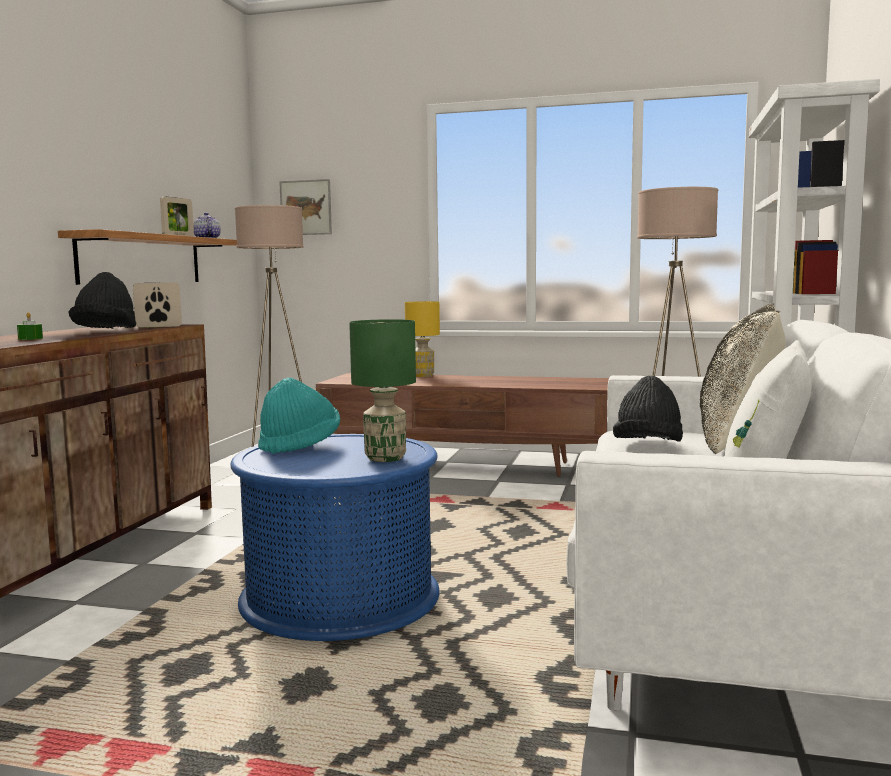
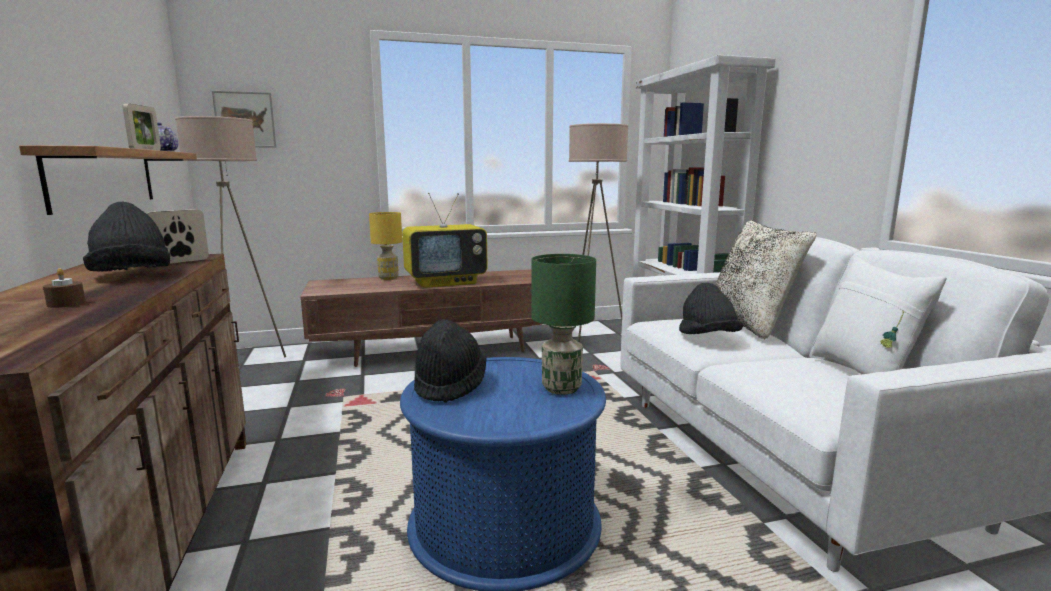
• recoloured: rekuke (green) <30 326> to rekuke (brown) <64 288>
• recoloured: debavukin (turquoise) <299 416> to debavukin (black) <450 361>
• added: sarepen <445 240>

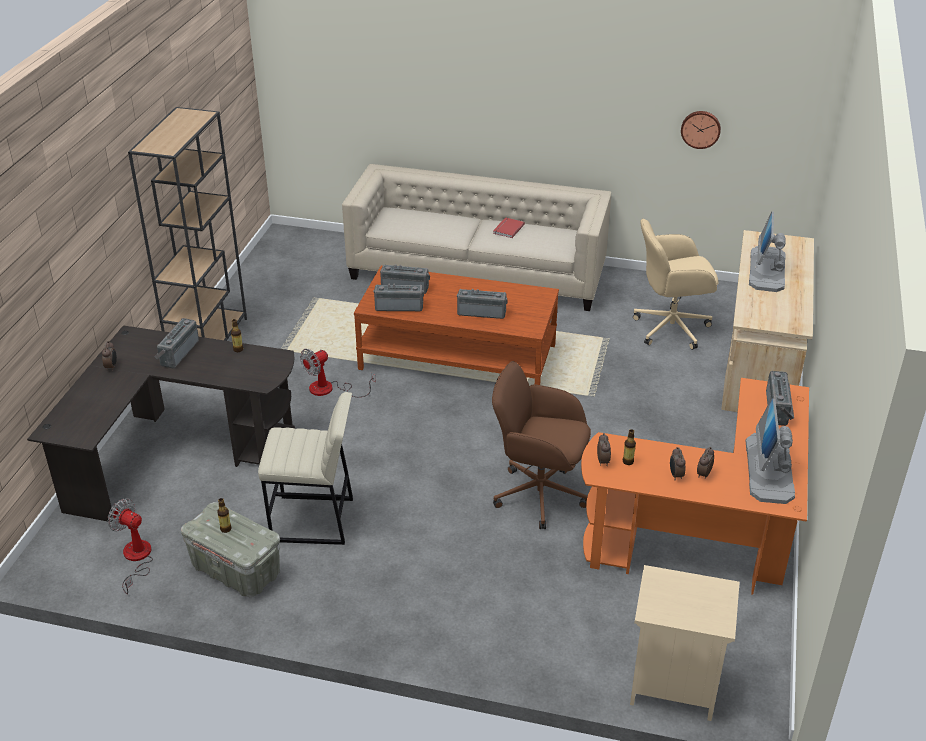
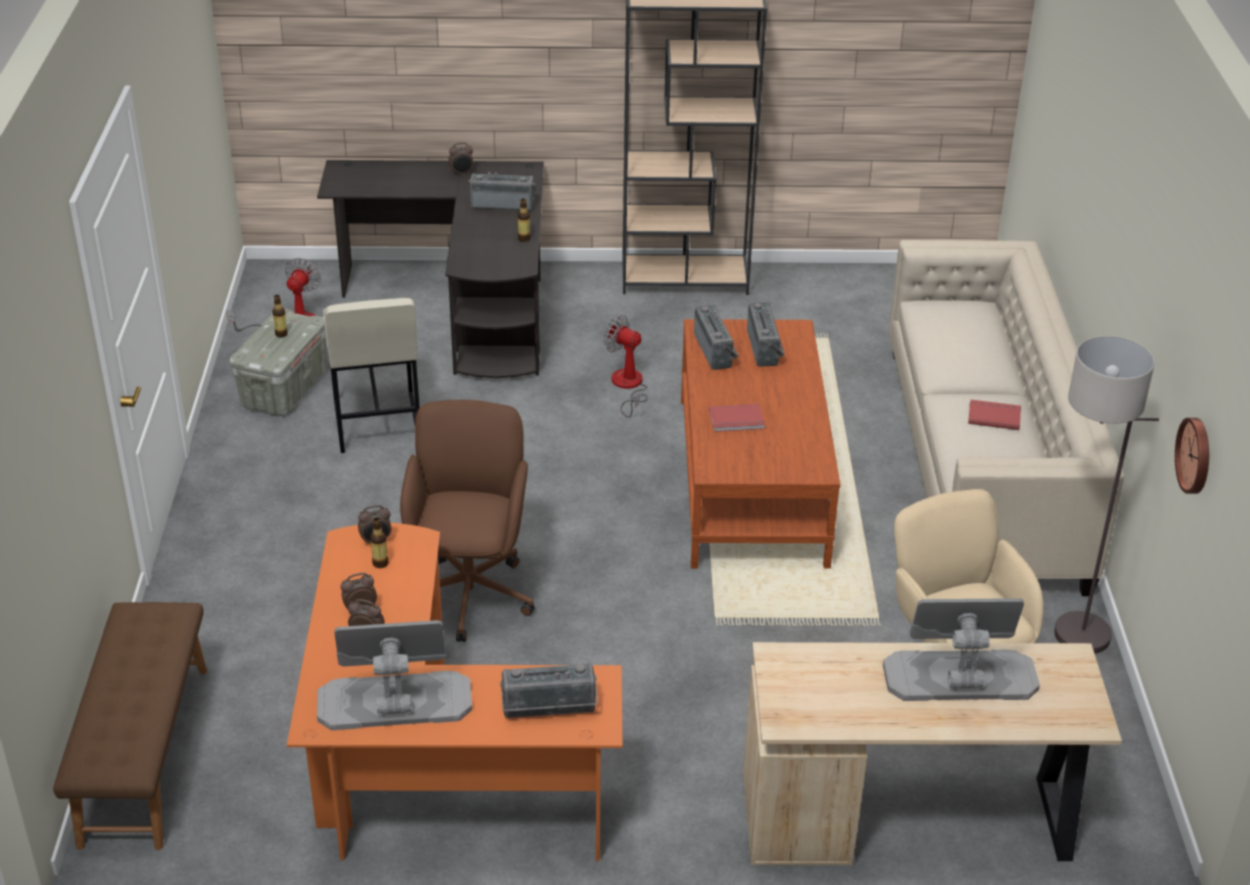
• replaced: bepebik <482 304> to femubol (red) <737 418>
• replaced: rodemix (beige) <685 643> to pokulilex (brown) <130 726>
• added: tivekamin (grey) <1106 495>

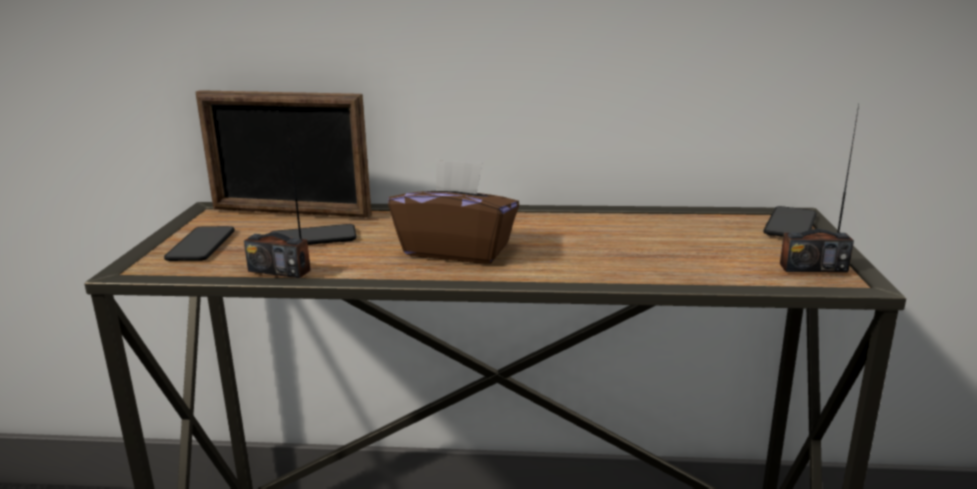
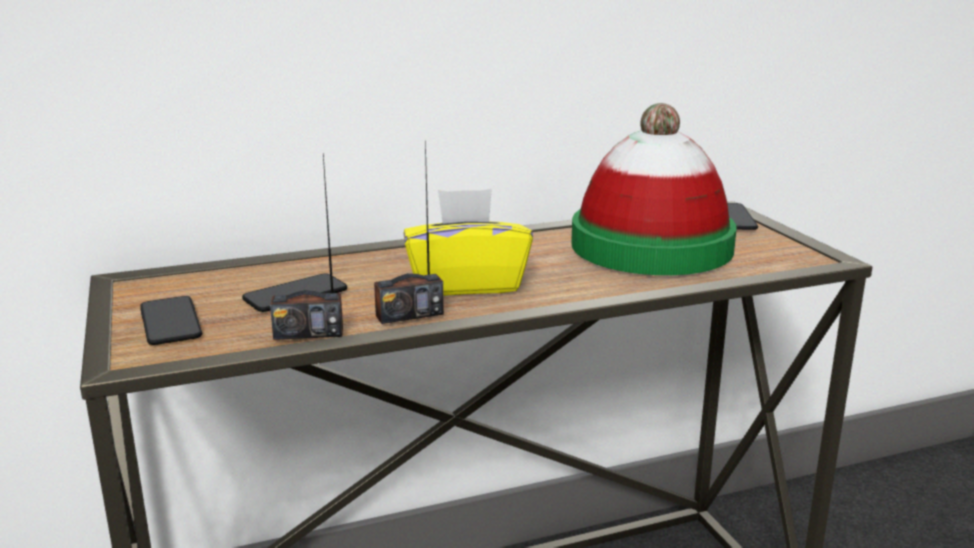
• removed: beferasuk <283 154>
• moved: bepebik <819 188> to <409 232>
• recoloured: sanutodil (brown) <453 211> to sanutodil (yellow) <468 242>
• added: debavukin <654 189>

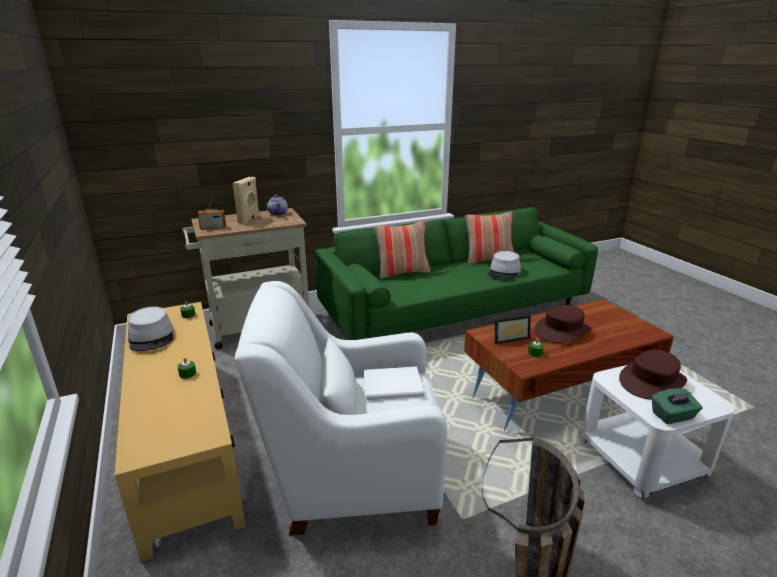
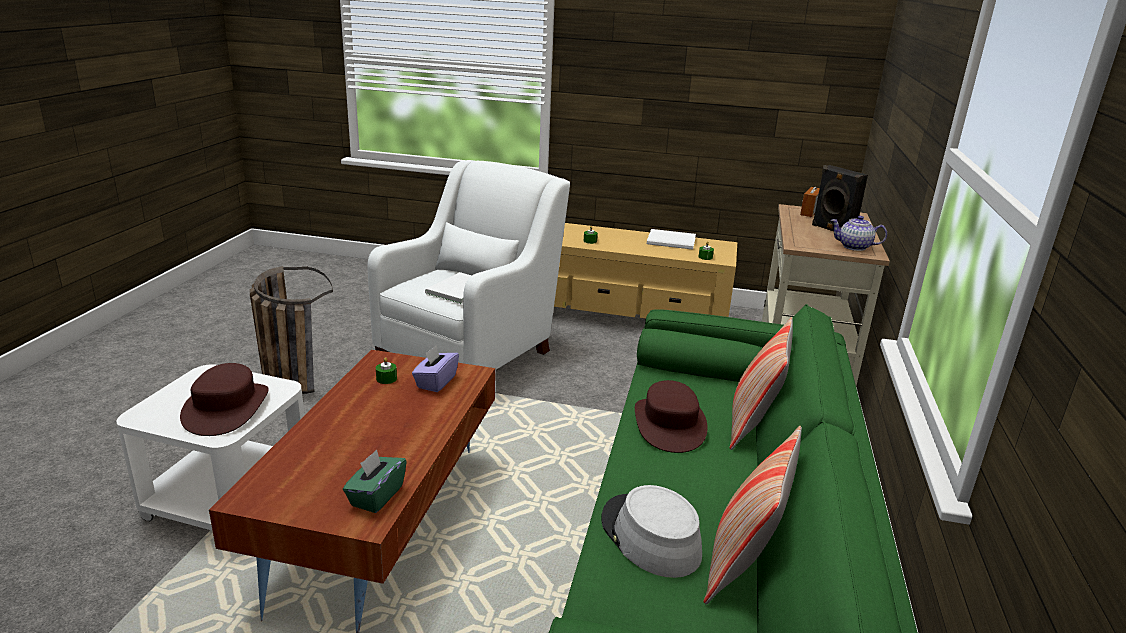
• recoloured: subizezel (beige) <246 200> to subizezel (black) <840 198>
• moved: debavukin (brown) <563 324> to <671 416>
• replaced: debavukin (grey) <151 329> to femubol (white) <671 239>
• replaced: beferasuk <513 329> to sanutodil (purple) <435 368>
• moved: sanutodil (green) <677 406> to <375 481>

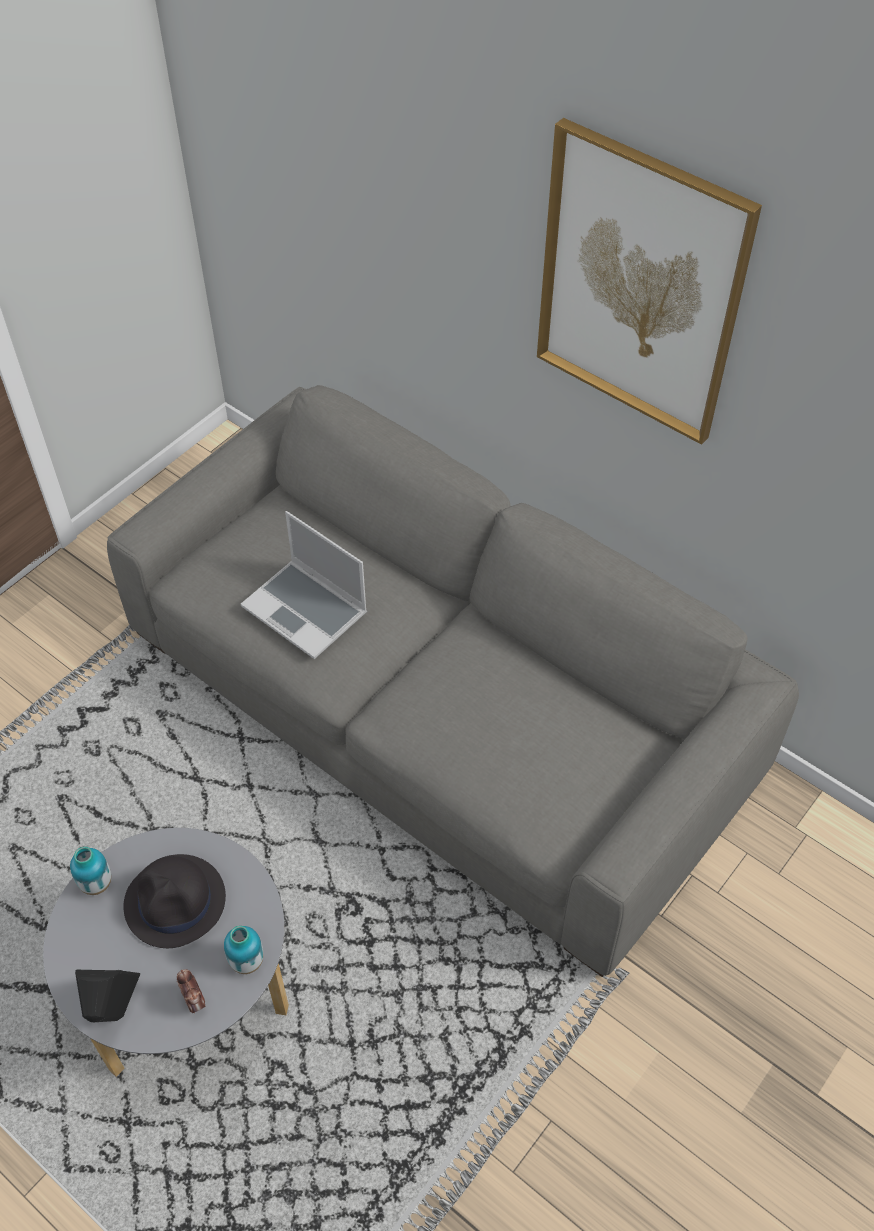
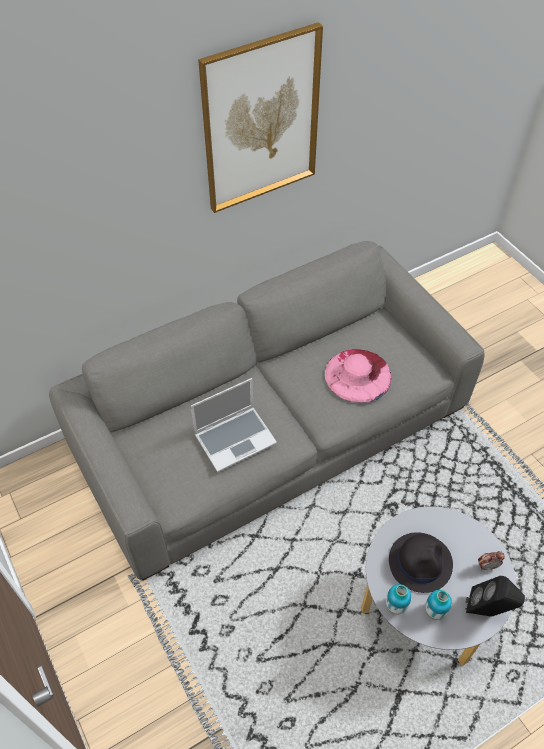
• moved: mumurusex <243 950> to <438 605>
• added: debavukin (pink) <358 376>

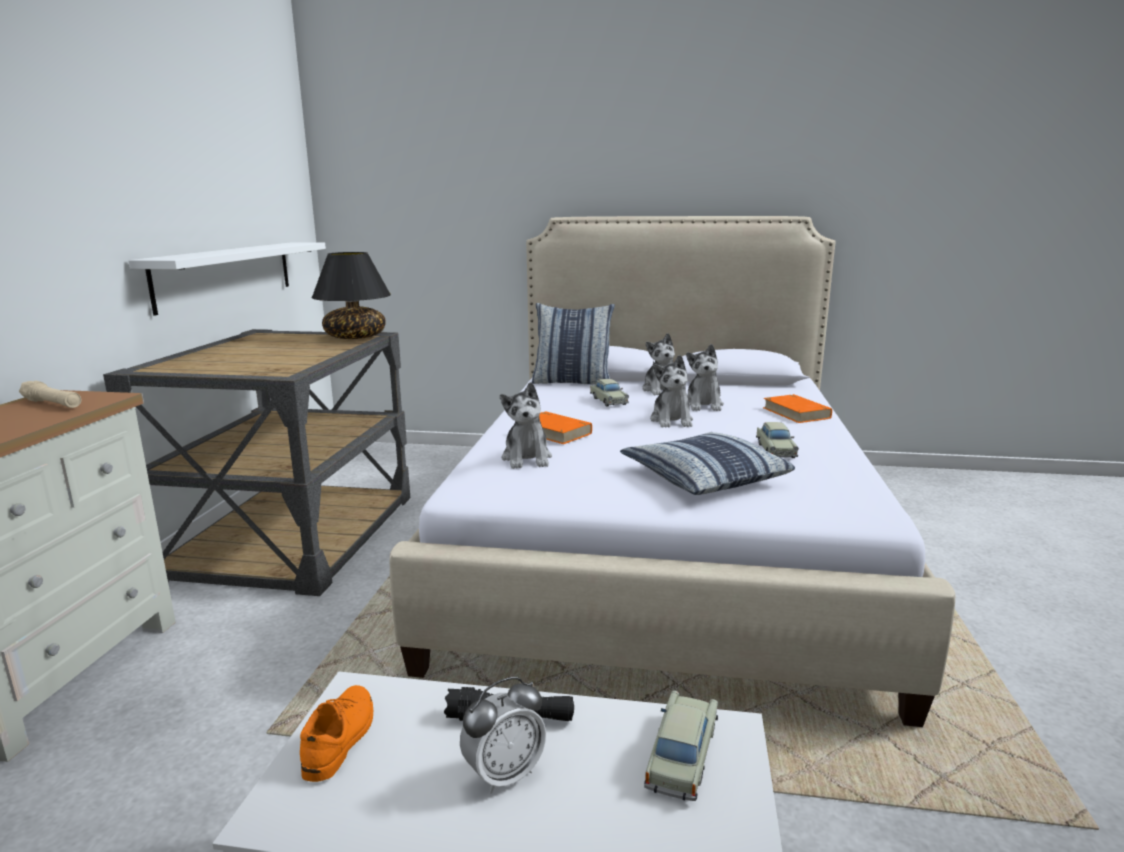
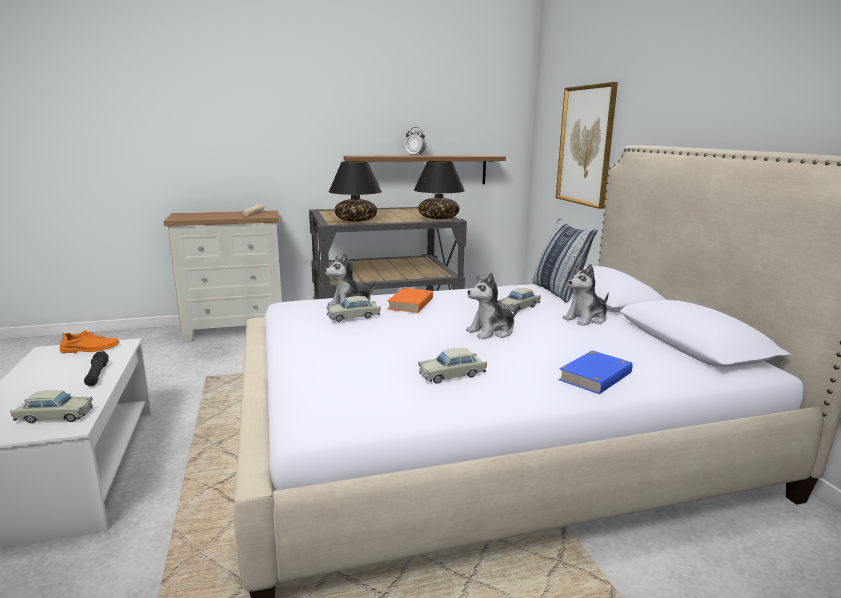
• recoloured: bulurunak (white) <227 279> to bulurunak (brown) <425 169>
• removed: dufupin <705 377>
• recoloured: femubol (orange) <797 408> to femubol (blue) <595 372>
• removed: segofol <707 463>
• moved: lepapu <503 735> to <415 141>
• added: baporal <587 145>
• added: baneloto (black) <355 191>
• added: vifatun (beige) <354 309>

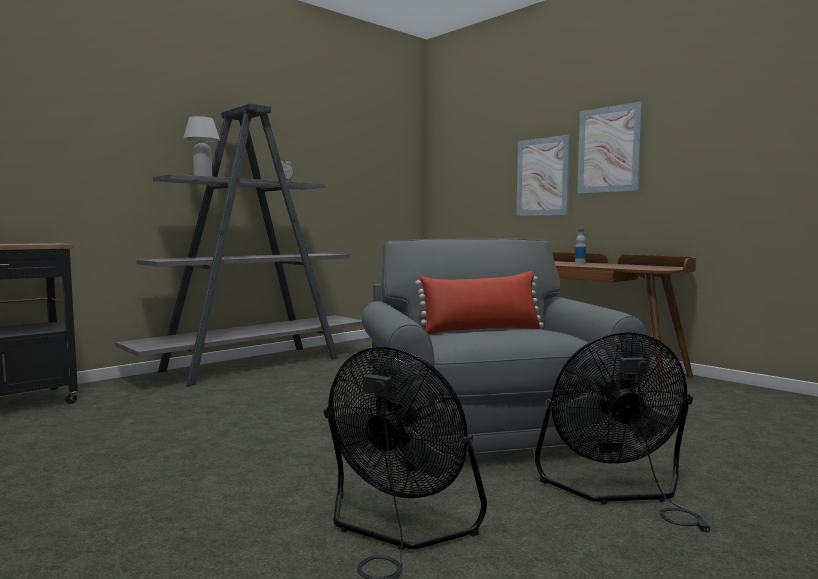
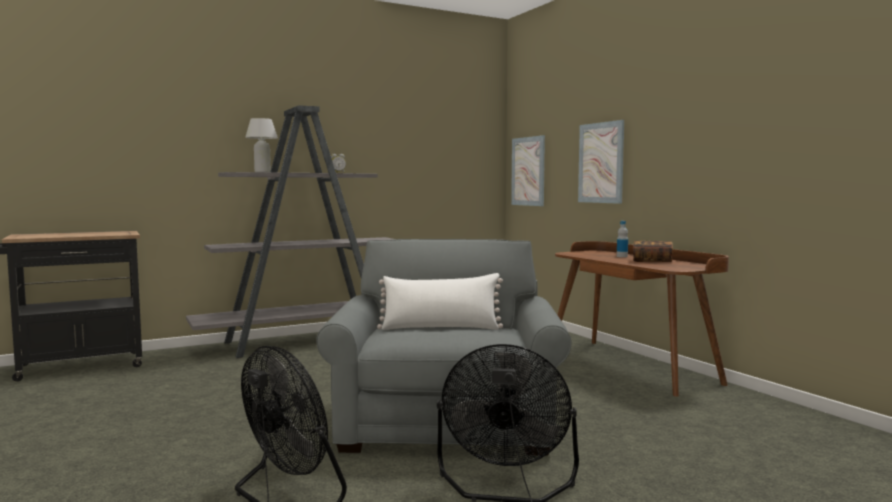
• moved: baporal <610 147> to <528 170>
• recoloured: segofol (red) <479 302> to segofol (white) <440 301>
• added: femubol <653 251>

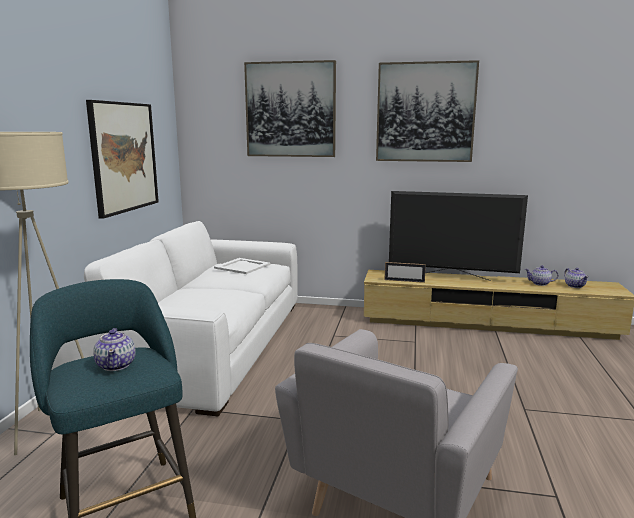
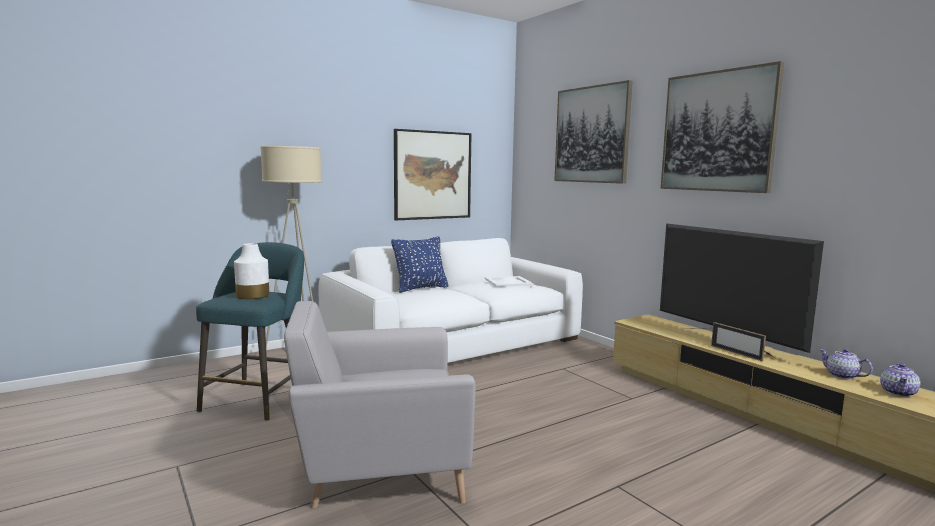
• moved: beferasuk <405 272> to <738 341>
• replaced: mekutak <114 349> to mumurusex (white) <252 271>
• added: segofol (blue) <419 264>

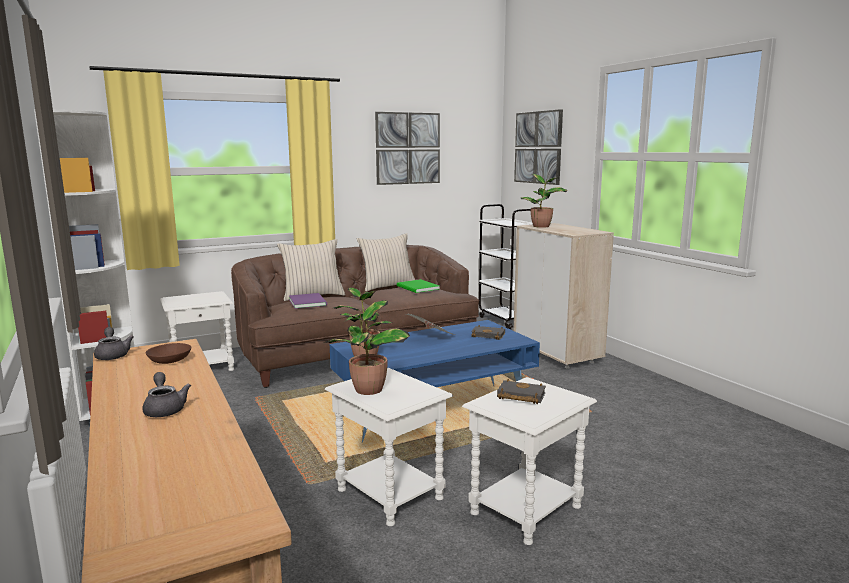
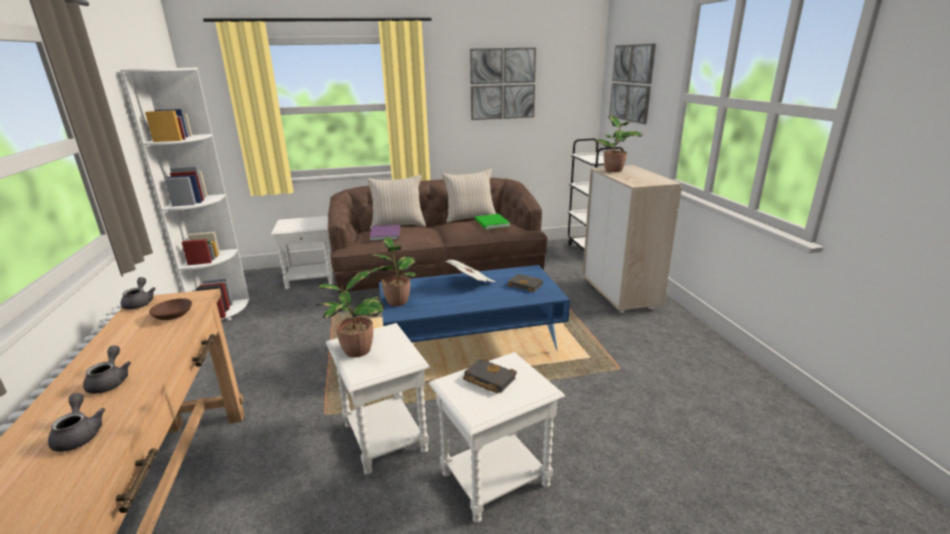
• added: mekutak (grey) <76 422>

